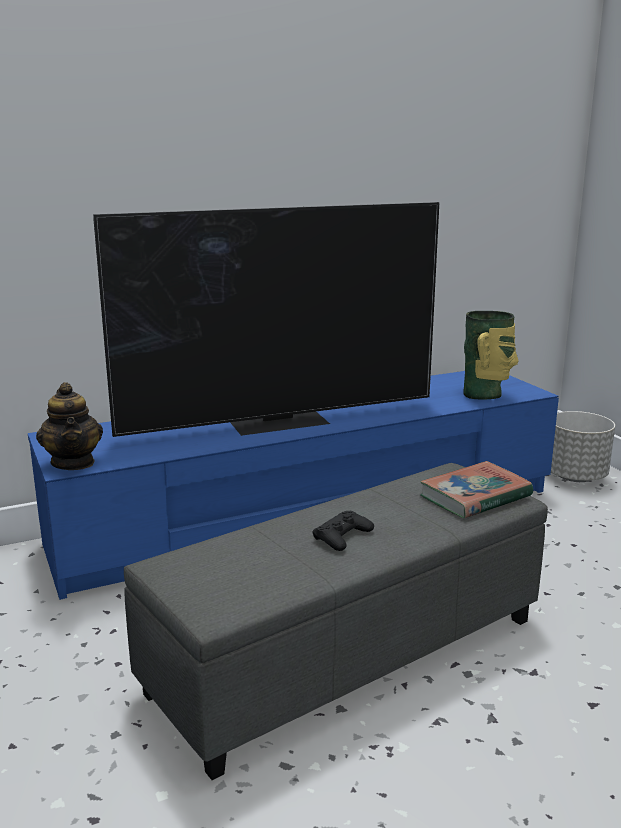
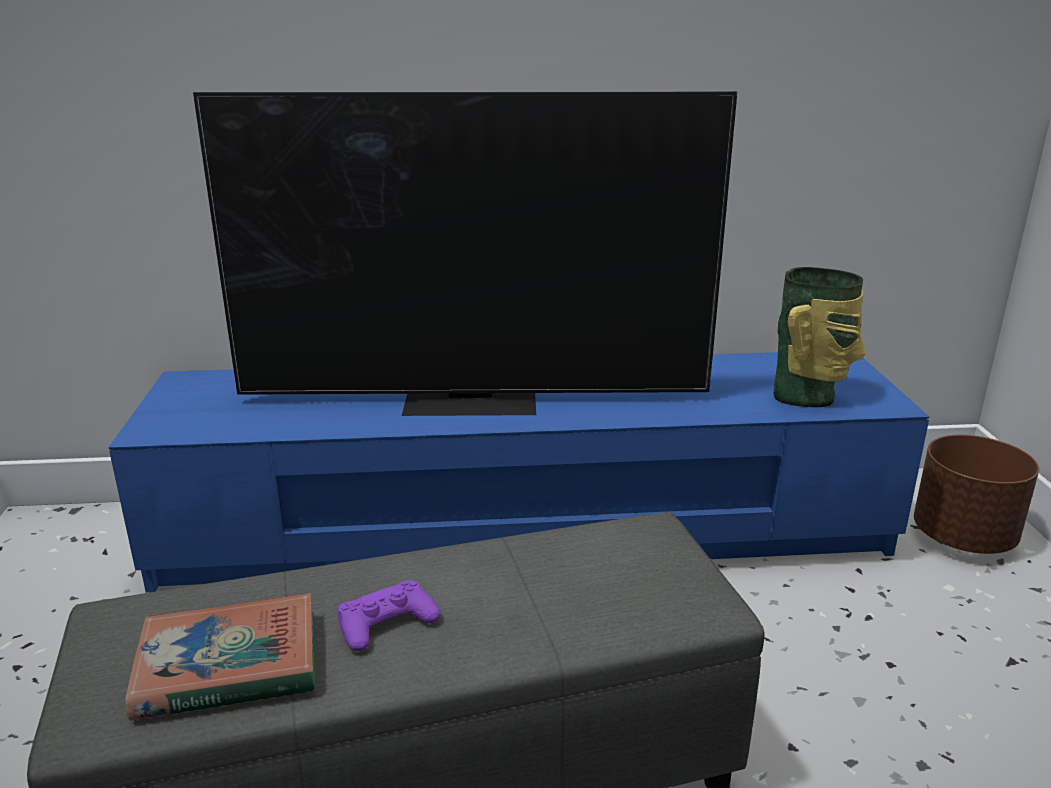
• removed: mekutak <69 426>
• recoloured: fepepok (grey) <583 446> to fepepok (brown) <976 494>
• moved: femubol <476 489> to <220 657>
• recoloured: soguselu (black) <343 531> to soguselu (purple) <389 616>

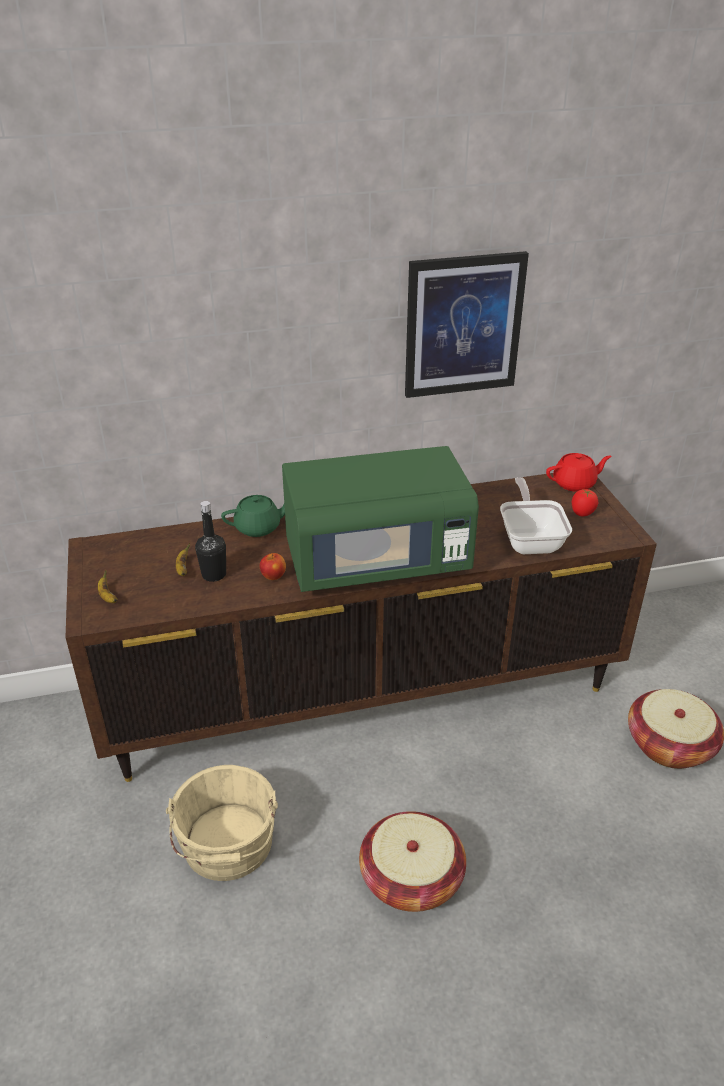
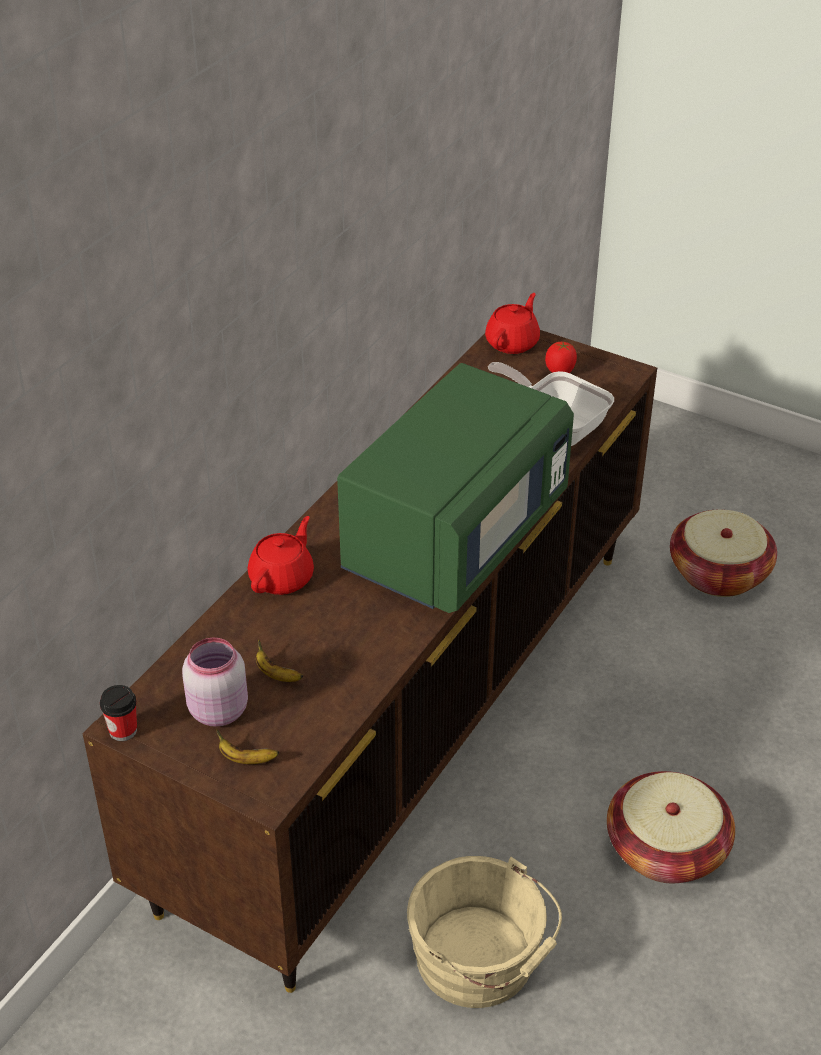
• removed: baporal <467 324>
• recoloured: mekutak (green) <253 516> to mekutak (red) <281 555>
• removed: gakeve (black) <210 541>
• removed: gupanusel <273 566>
• added: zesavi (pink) <215 682>
• added: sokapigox <118 713>

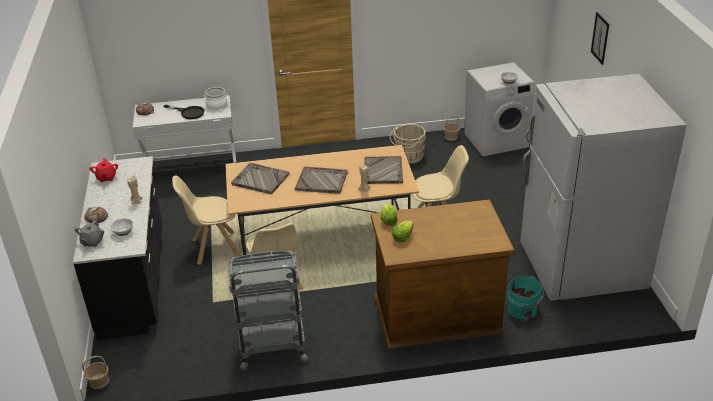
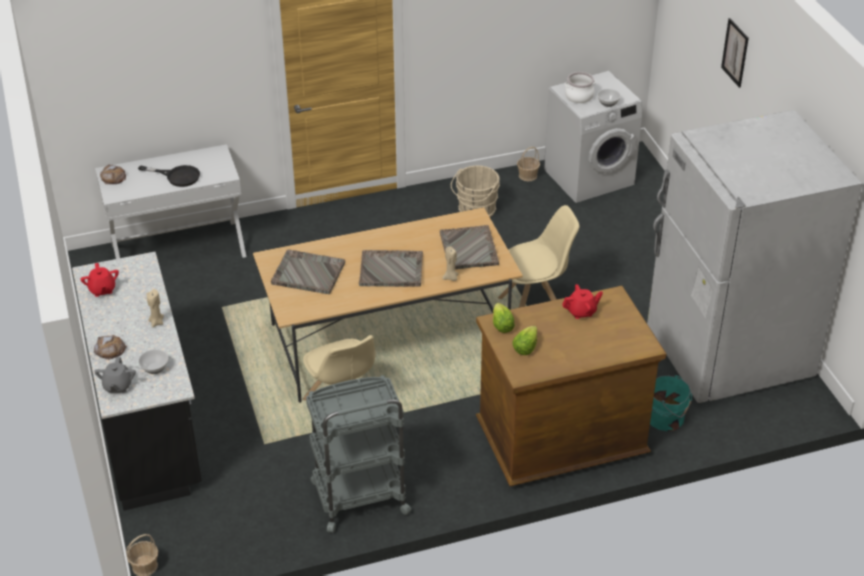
• moved: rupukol <216 98> to <580 87>
• removed: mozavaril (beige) <206 220>
• added: mekutak (red) <582 301>

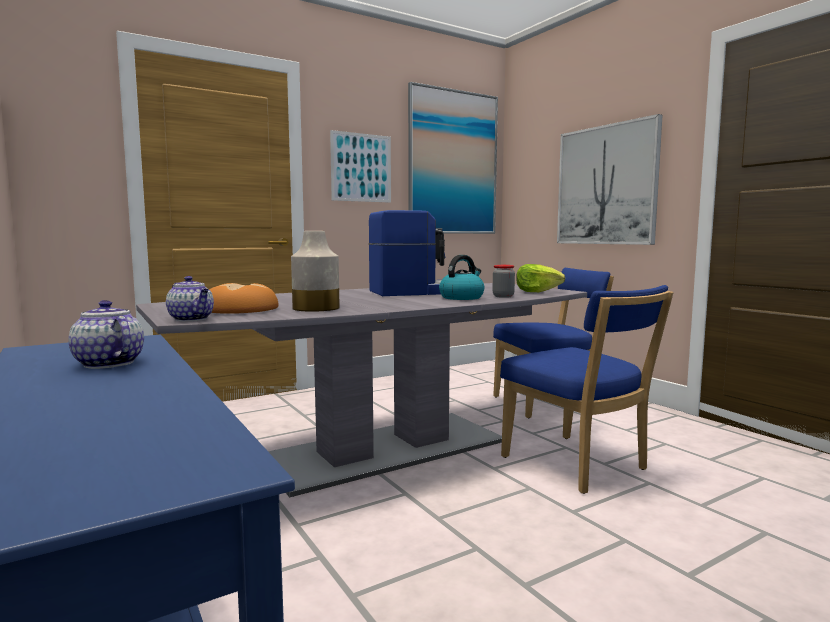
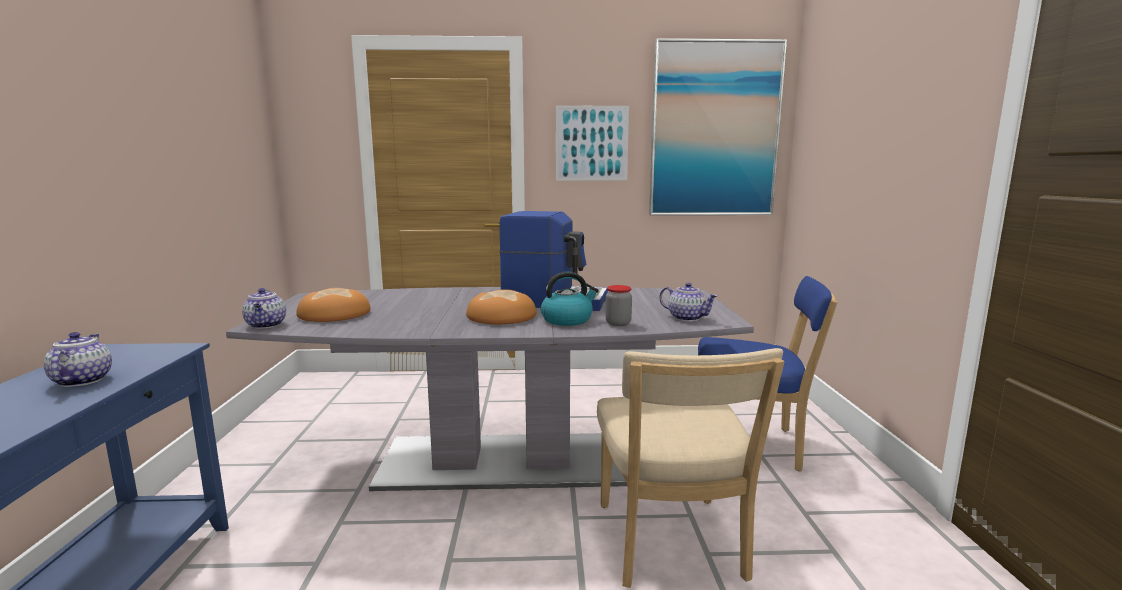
• removed: baporal <609 179>
• removed: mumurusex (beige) <315 271>
• replaced: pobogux <540 278> to mekutak <688 302>
• recoloured: mozavaril (blue) <587 389> to mozavaril (beige) <690 468>
• added: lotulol <501 306>

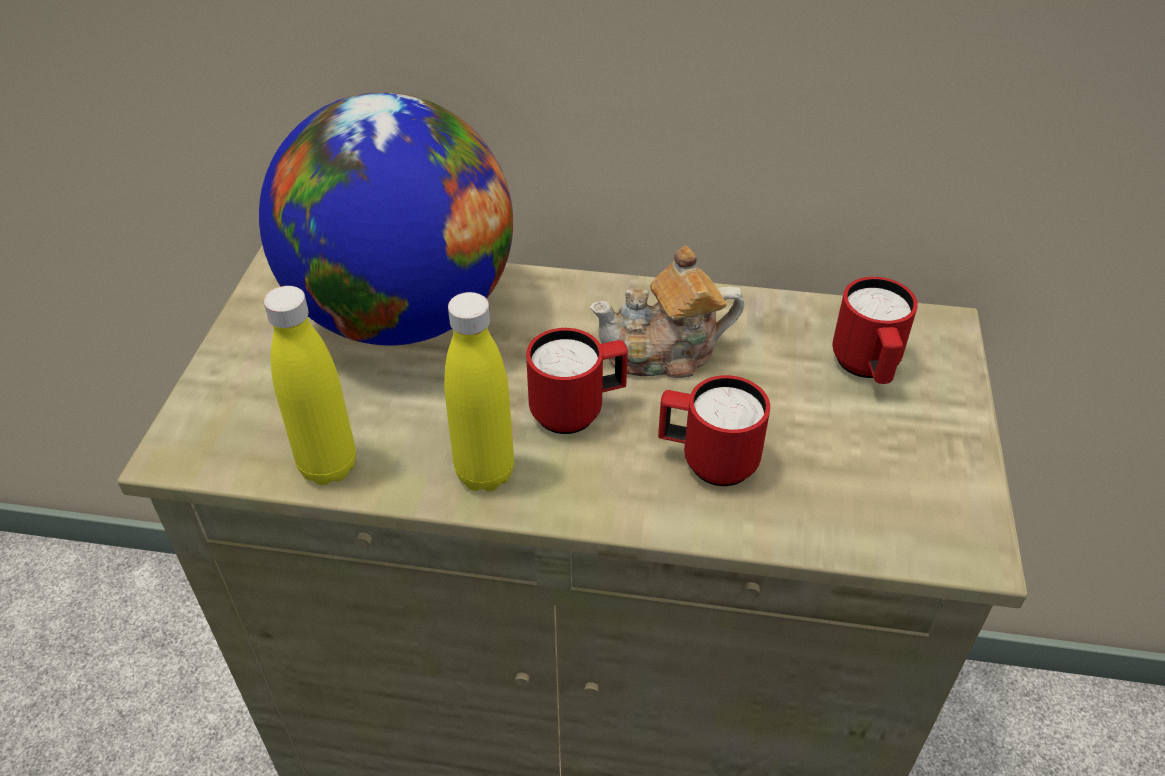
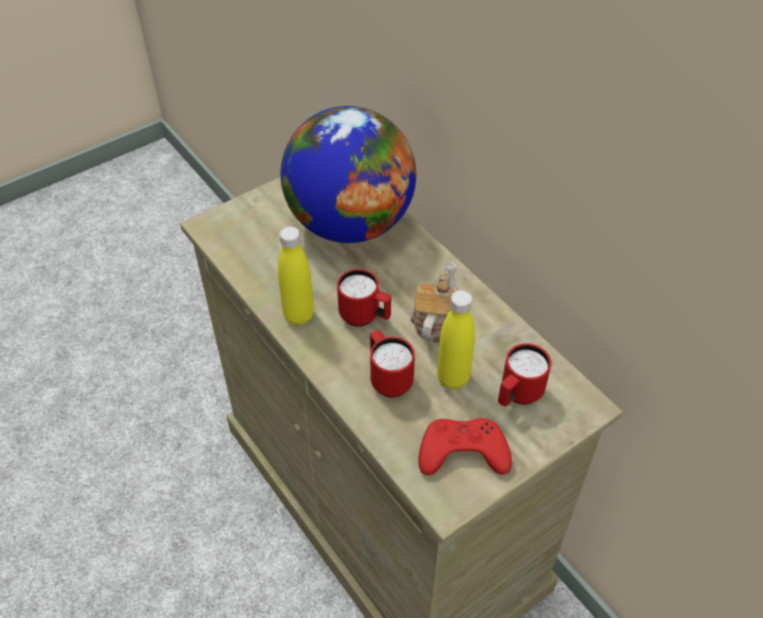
• turned: mekutak <667 312> = <434 302> 75 degrees clockwise
• moved: gakeve (yellow) <310 385> to <456 339>
• added: soguselu (red) <465 446>

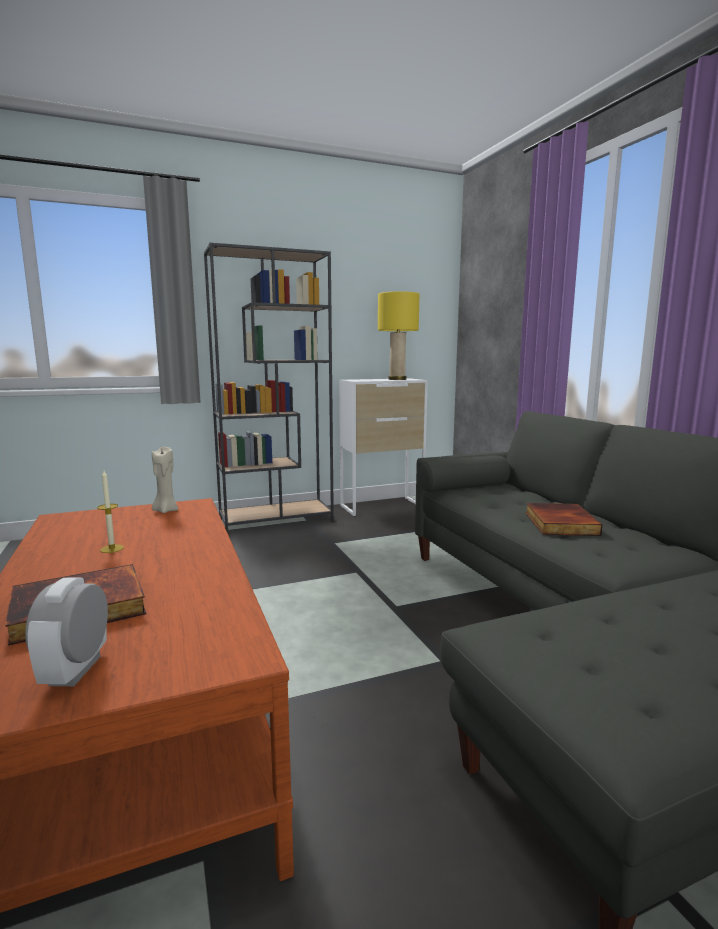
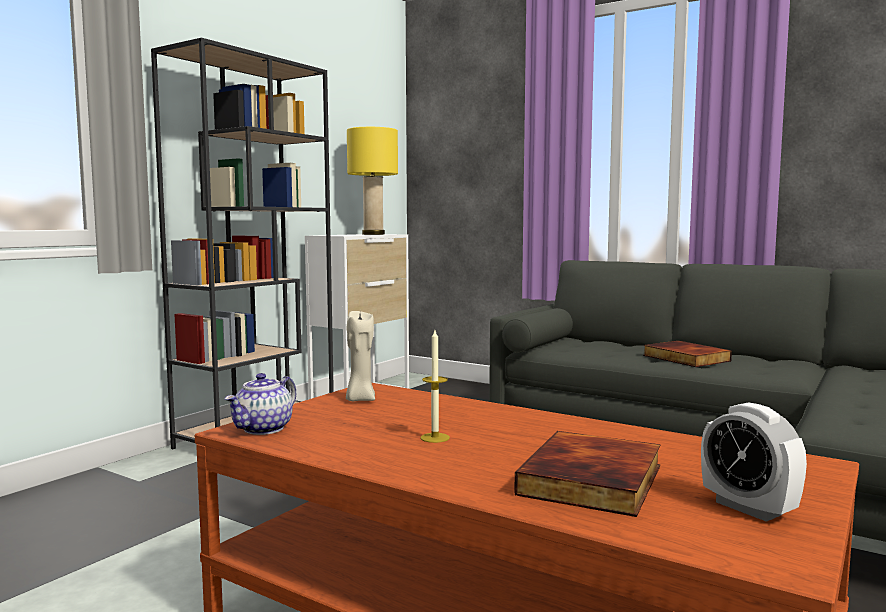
• added: mekutak <260 404>

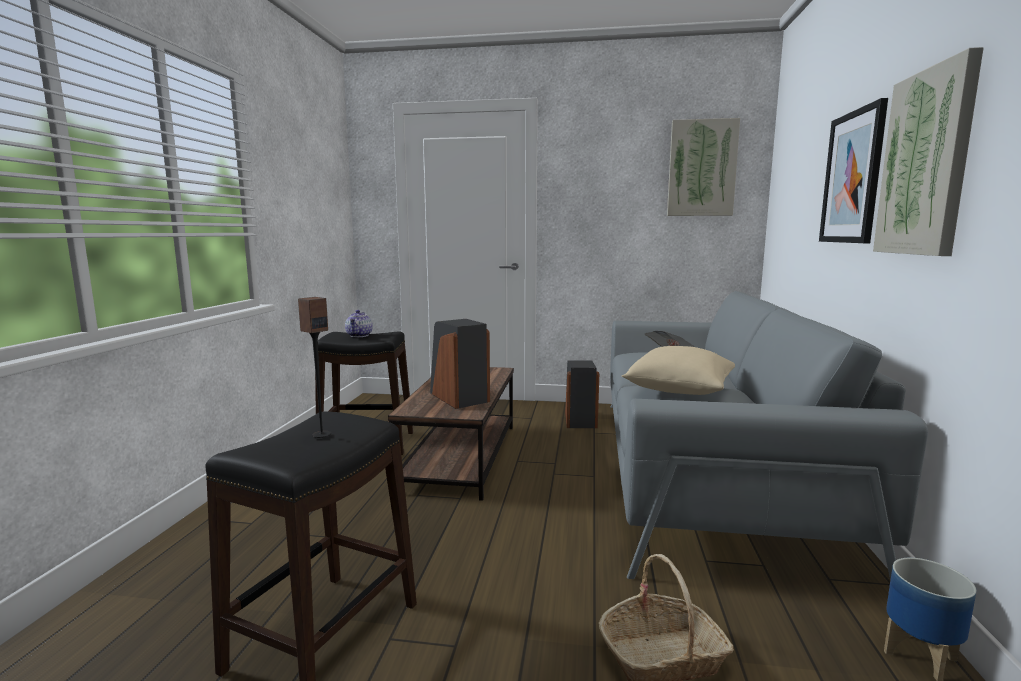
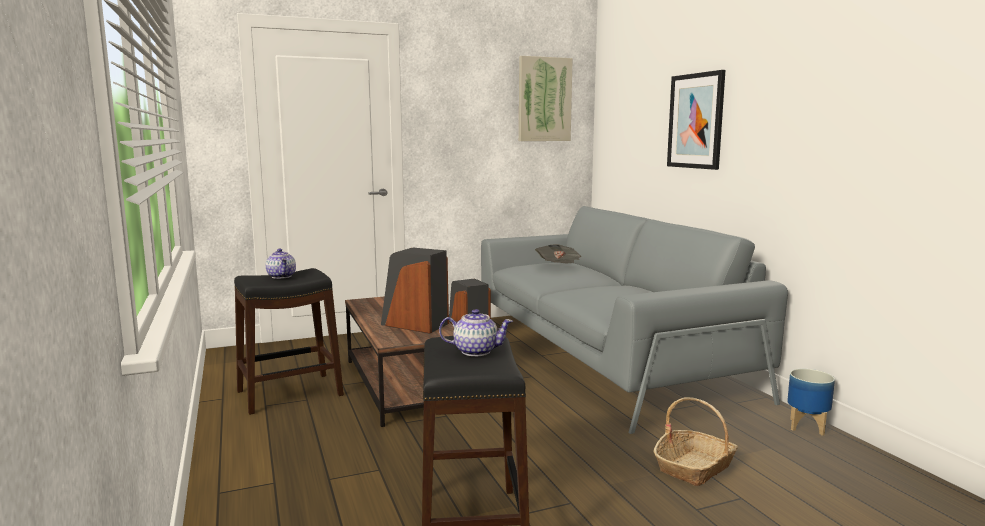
• removed: baporal <928 151>
• replaced: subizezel <314 367> to mekutak <476 332>
• removed: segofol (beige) <678 370>

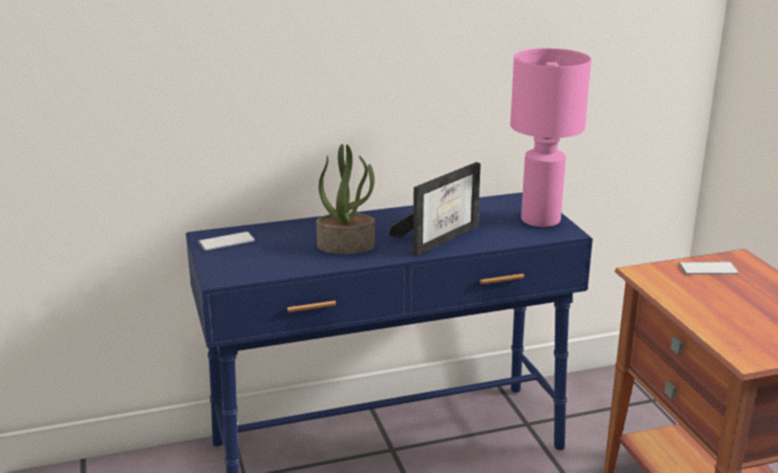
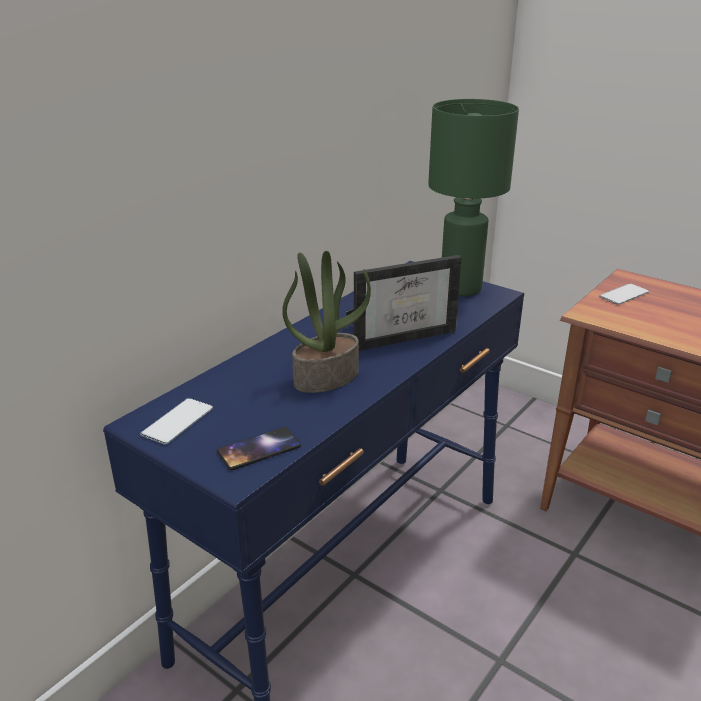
• recoloured: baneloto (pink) <550 137> to baneloto (green) <473 197>
• turned: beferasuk <434 209> = <404 303> 60 degrees clockwise
• added: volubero <258 448>

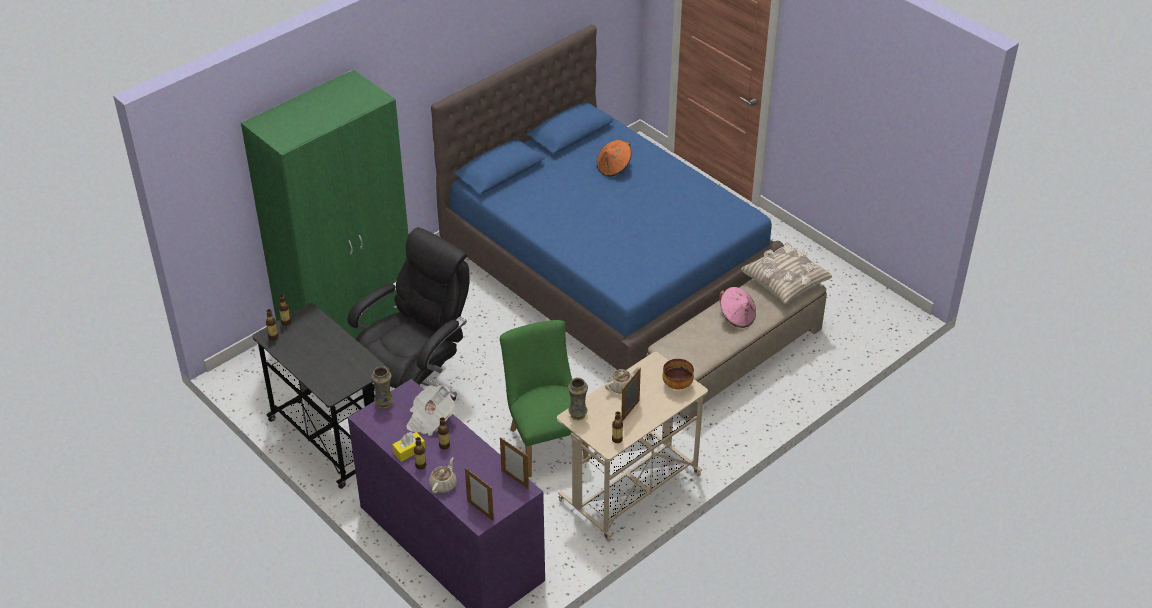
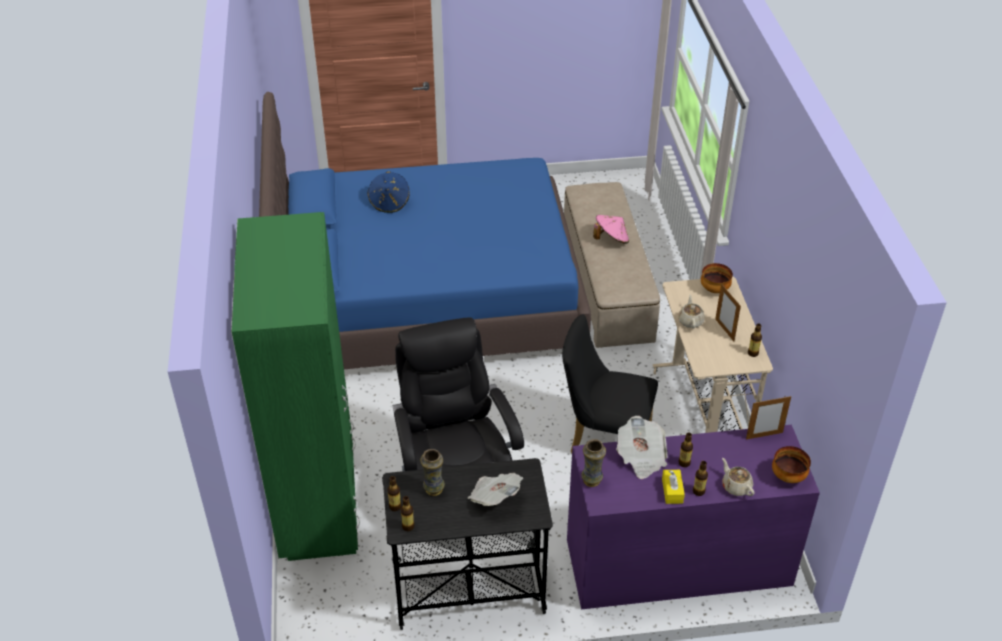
• recoloured: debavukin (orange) <614 158> to debavukin (blue) <389 192>
• removed: segofol (beige) <786 273>
• recoloured: mozavaril (green) <544 398> to mozavaril (black) <610 384>
• moved: mumurusex <578 399> to <432 472>
• replaced: beferasuk <479 494> to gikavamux <791 464>
• added: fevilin <495 489>

